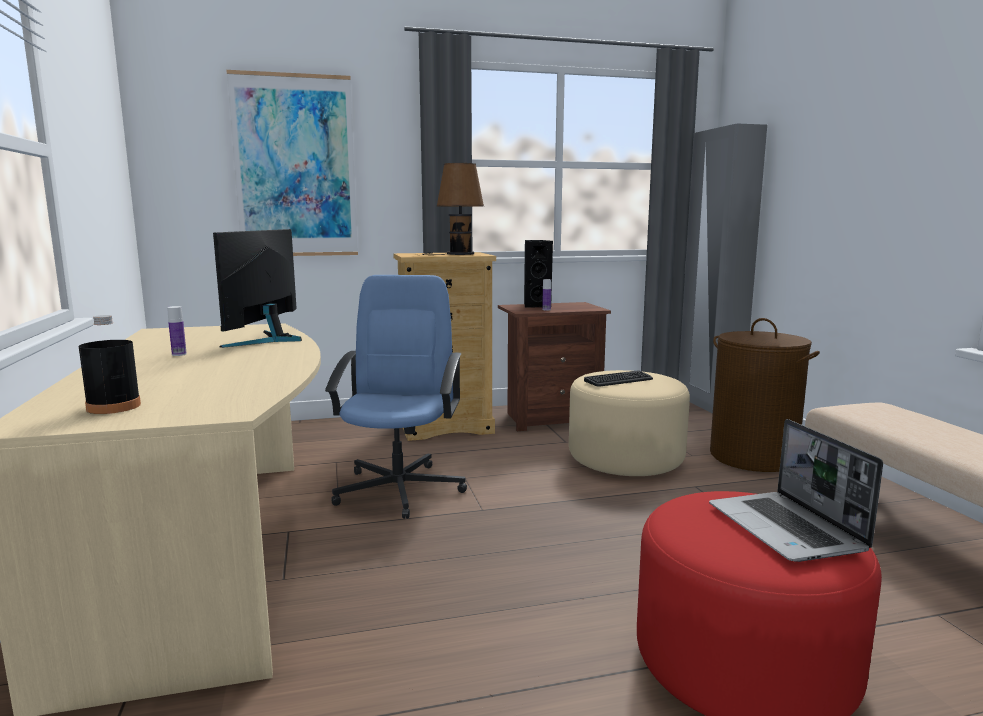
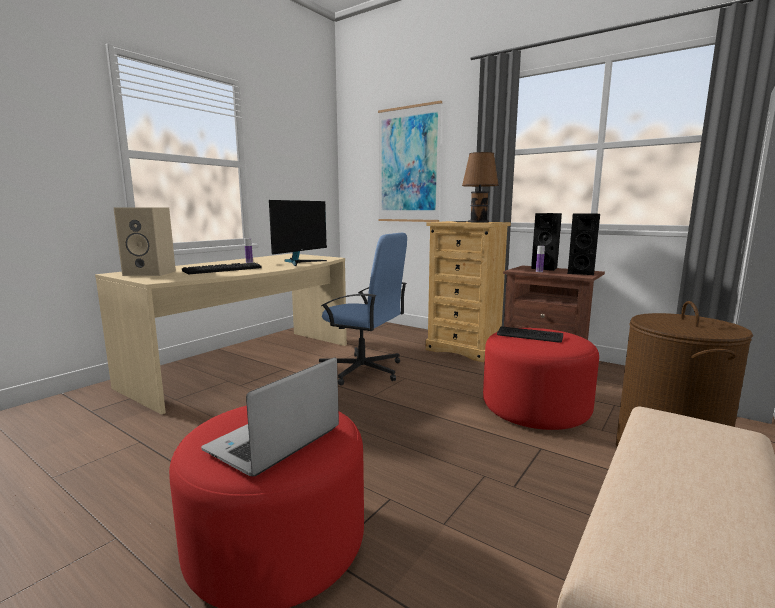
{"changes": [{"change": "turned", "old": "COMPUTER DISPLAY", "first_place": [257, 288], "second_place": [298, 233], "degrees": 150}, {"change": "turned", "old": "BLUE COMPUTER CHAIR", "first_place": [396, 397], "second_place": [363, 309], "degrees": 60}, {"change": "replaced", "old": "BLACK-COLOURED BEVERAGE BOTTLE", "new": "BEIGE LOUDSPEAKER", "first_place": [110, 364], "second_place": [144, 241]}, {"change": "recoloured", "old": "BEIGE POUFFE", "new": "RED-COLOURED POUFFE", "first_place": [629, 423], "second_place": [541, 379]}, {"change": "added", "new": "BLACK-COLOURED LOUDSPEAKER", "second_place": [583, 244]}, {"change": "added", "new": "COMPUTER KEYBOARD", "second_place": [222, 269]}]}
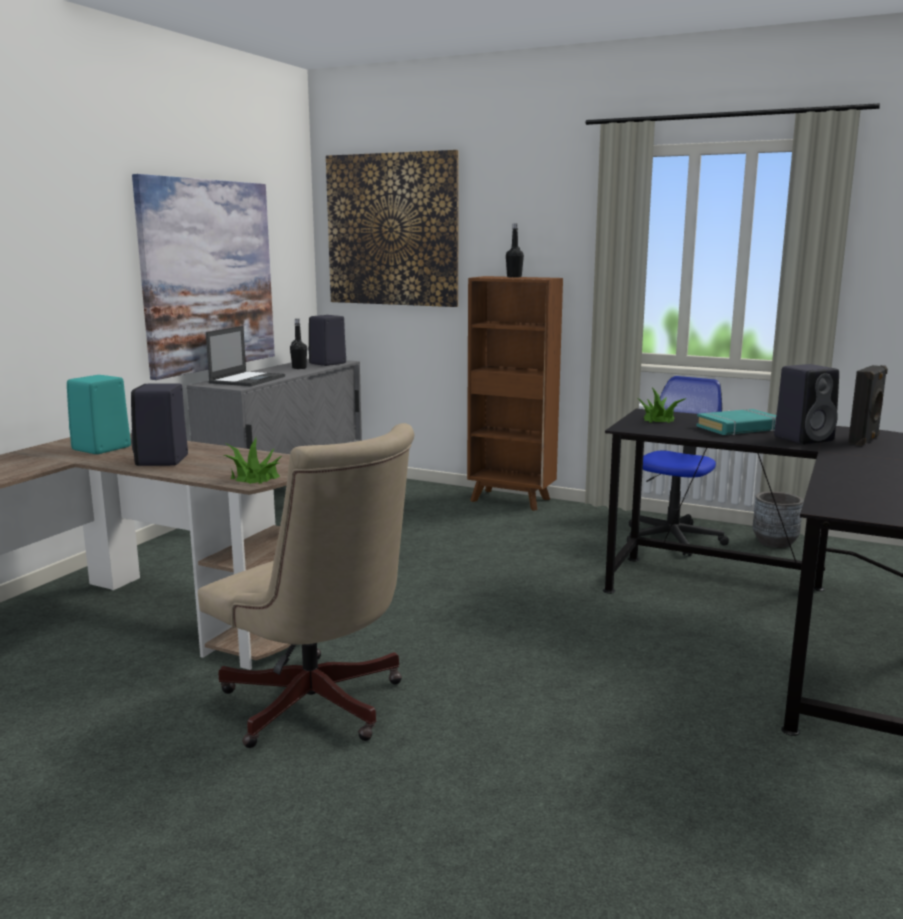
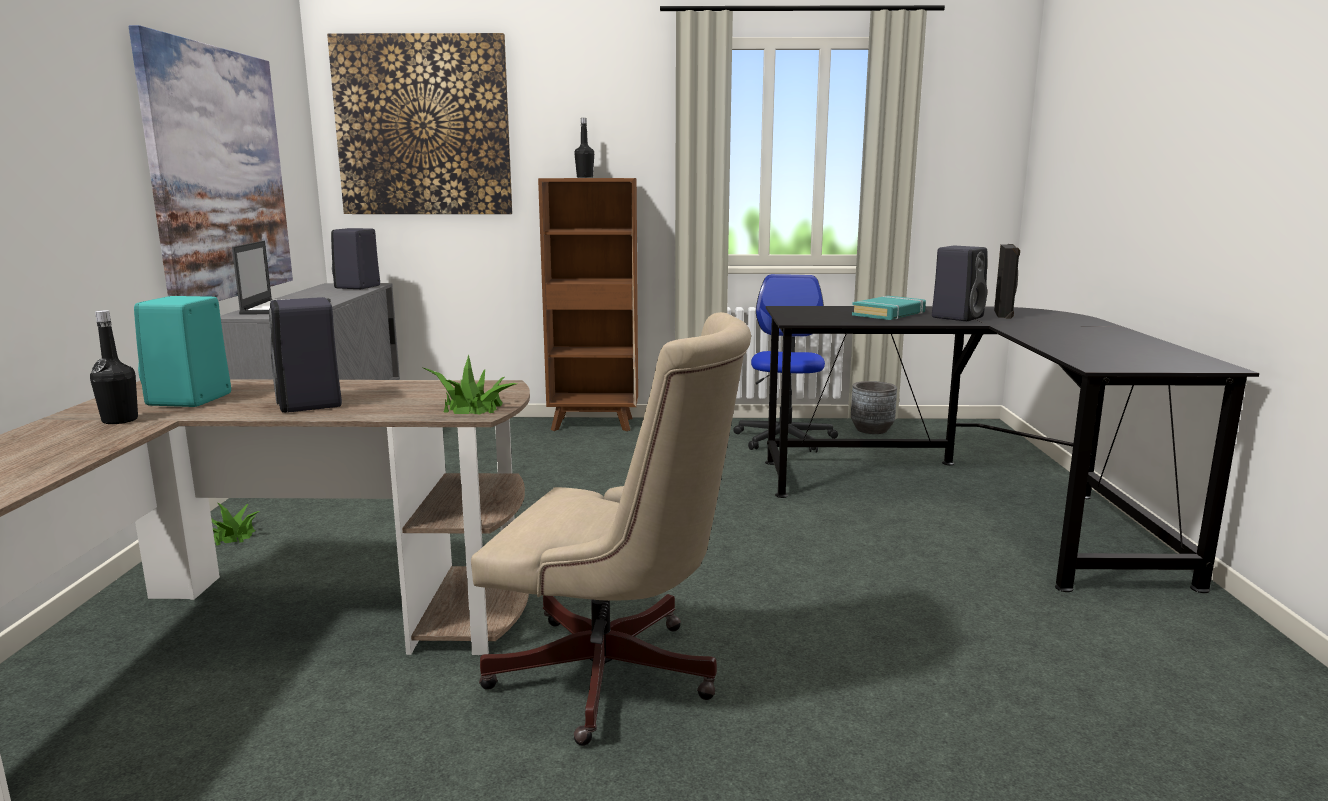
{"changes": [{"change": "moved", "old": "BLACK-COLOURED BEVERAGE BOTTLE", "first_place": [298, 344], "second_place": [114, 367]}, {"change": "moved", "old": "POTTED PLANT", "first_place": [662, 405], "second_place": [235, 524]}]}
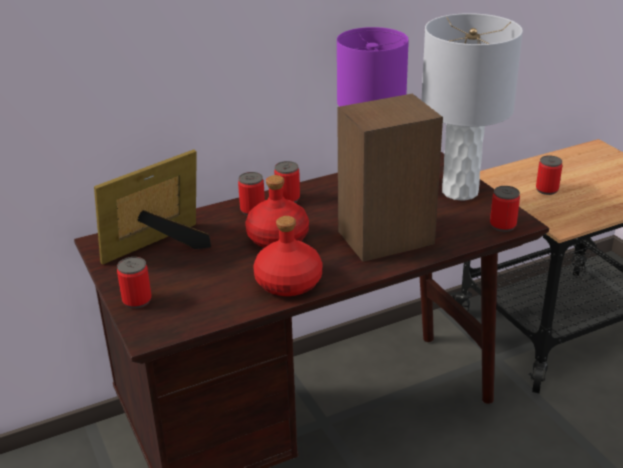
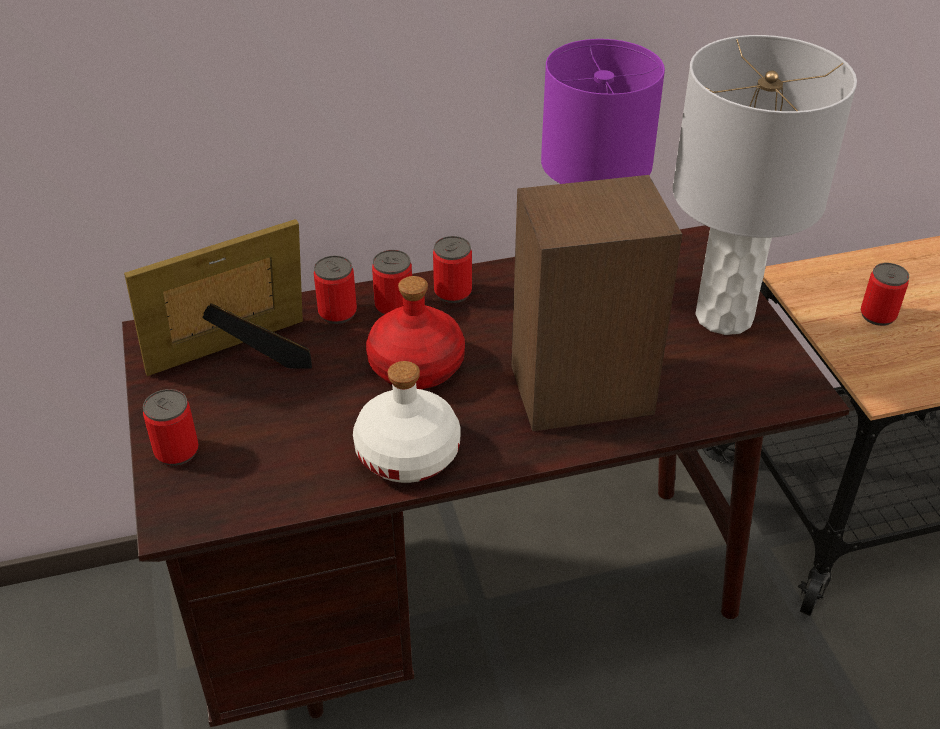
{"changes": [{"change": "moved", "old": "CAN", "first_place": [505, 209], "second_place": [335, 290]}, {"change": "recoloured", "old": "RED-COLOURED BEVERAGE BOTTLE", "new": "WHITISH BEVERAGE BOTTLE", "first_place": [287, 256], "second_place": [407, 422]}]}
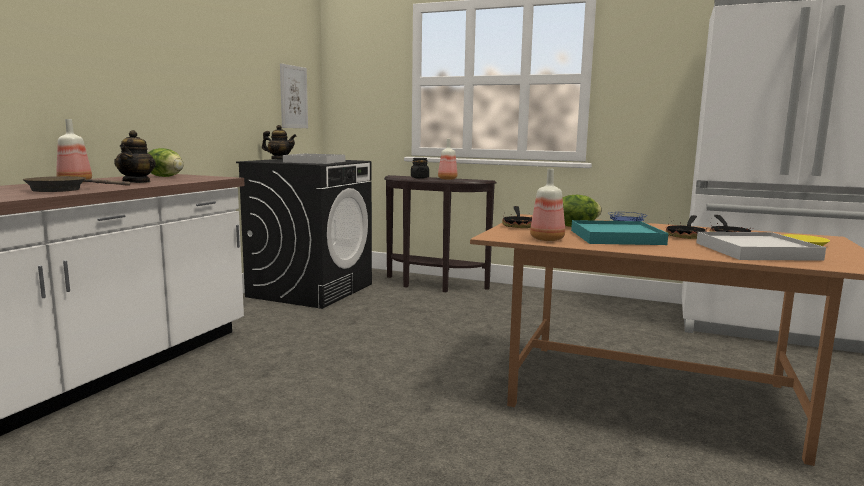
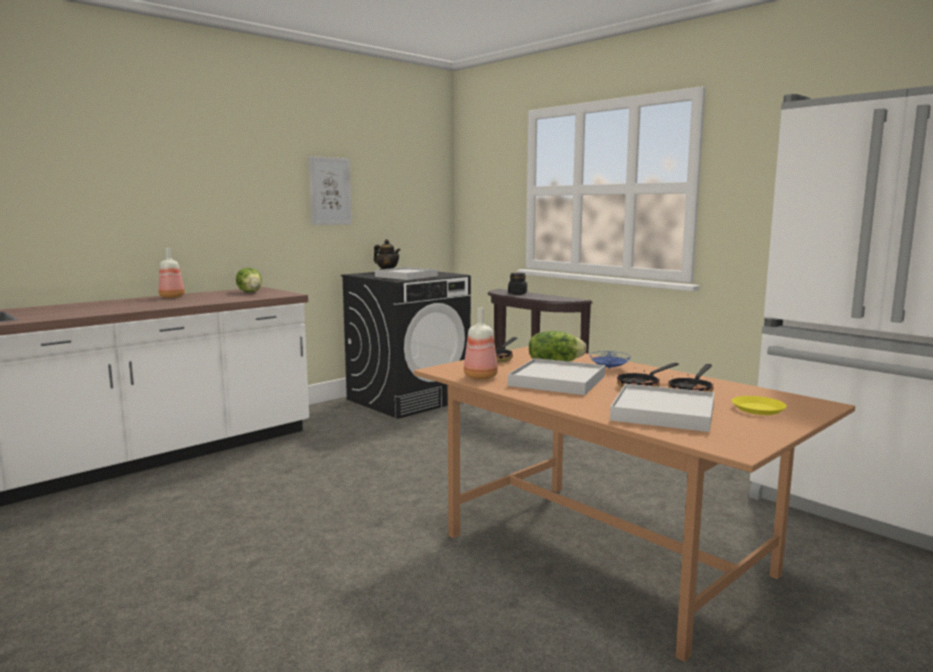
{"changes": [{"change": "moved", "old": "WALL PICTURE", "first_place": [294, 95], "second_place": [330, 190]}, {"change": "removed", "old": "TEAPOT", "first_place": [135, 156]}, {"change": "removed", "old": "BEVERAGE BOTTLE", "first_place": [448, 159]}, {"change": "removed", "old": "BROWNISH FRYING PAN", "first_place": [76, 184]}, {"change": "recoloured", "old": "TURQUOISE-COLOURED SERVING TRAY", "new": "WHITISH SERVING TRAY", "first_place": [619, 232], "second_place": [556, 376]}]}
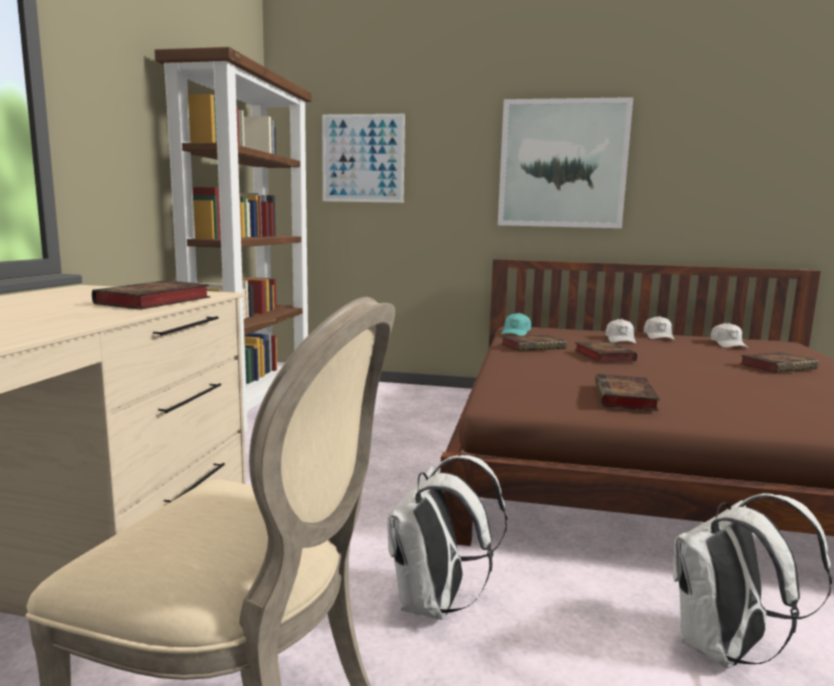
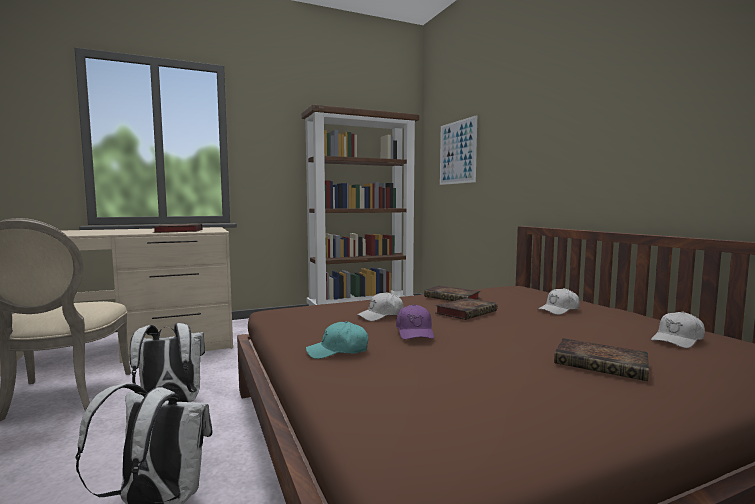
{"changes": [{"change": "removed", "old": "WALL PICTURE", "first_place": [565, 162]}, {"change": "moved", "old": "TURQUOISE-COLOURED CAP", "first_place": [516, 324], "second_place": [337, 340]}, {"change": "moved", "old": "WHITISH CAP", "first_place": [659, 328], "second_place": [380, 306]}, {"change": "removed", "old": "VOLUME", "first_place": [627, 392]}, {"change": "added", "new": "PURPLE-COLOURED CAP", "second_place": [415, 322]}]}
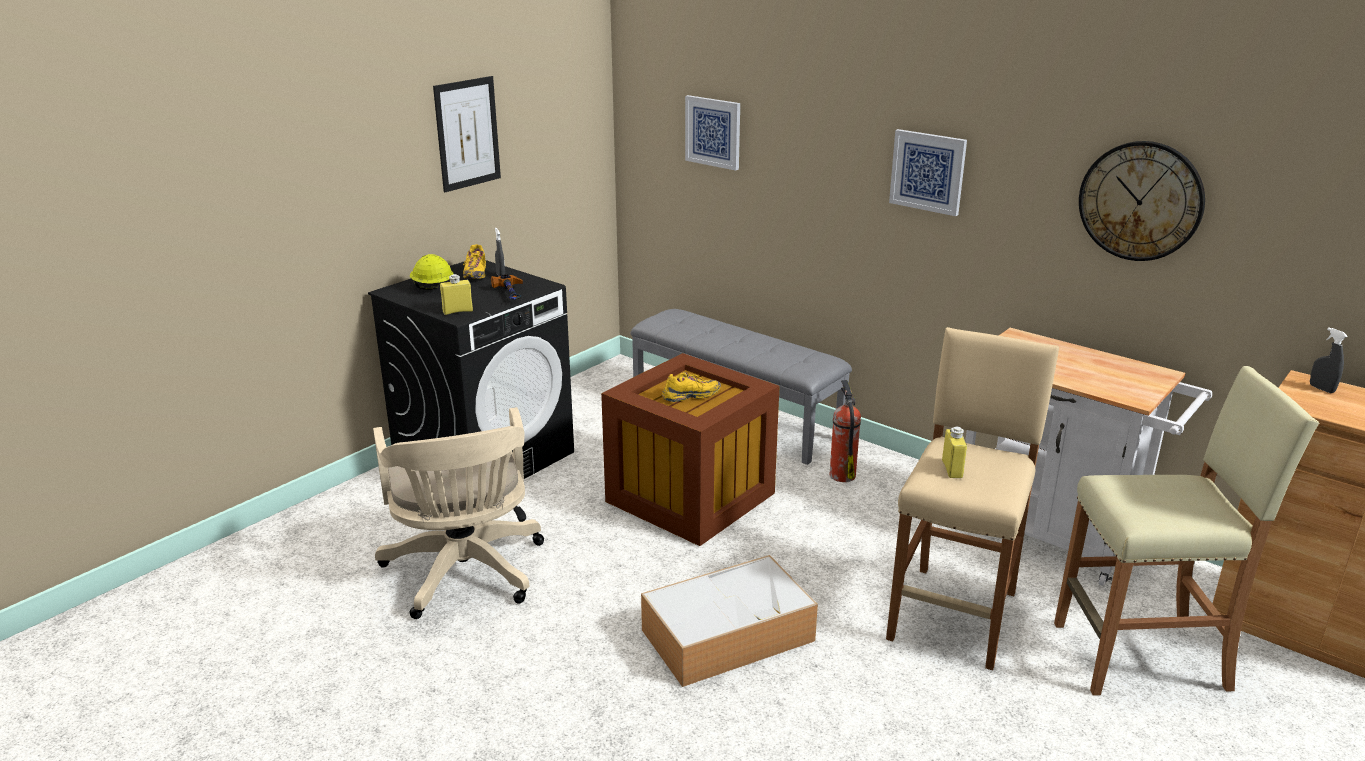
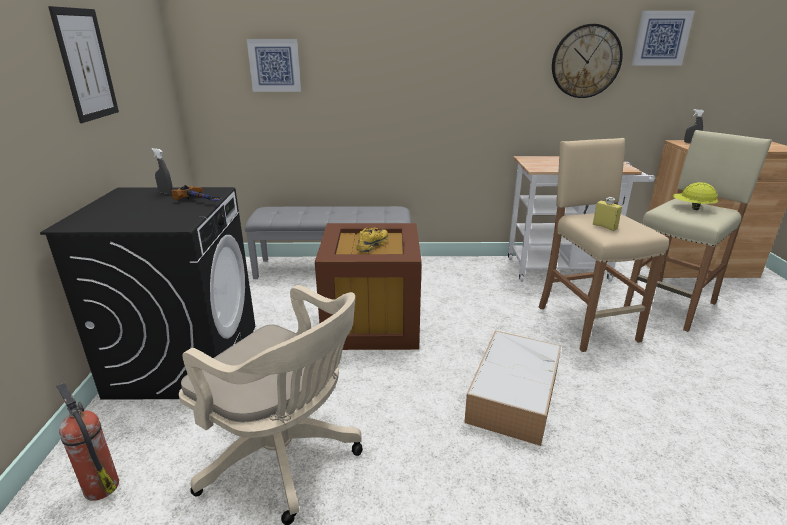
{"changes": [{"change": "moved", "old": "WALL PICTURE", "first_place": [928, 172], "second_place": [663, 38]}, {"change": "removed", "old": "YELLOW LOW SHOE", "first_place": [474, 261]}, {"change": "moved", "old": "YELLOW HARD HAT", "first_place": [432, 272], "second_place": [695, 196]}, {"change": "removed", "old": "YELLOW BEVERAGE BOTTLE", "first_place": [456, 294]}, {"change": "moved", "old": "FIRE EXTINGUISHER", "first_place": [845, 431], "second_place": [87, 442]}]}
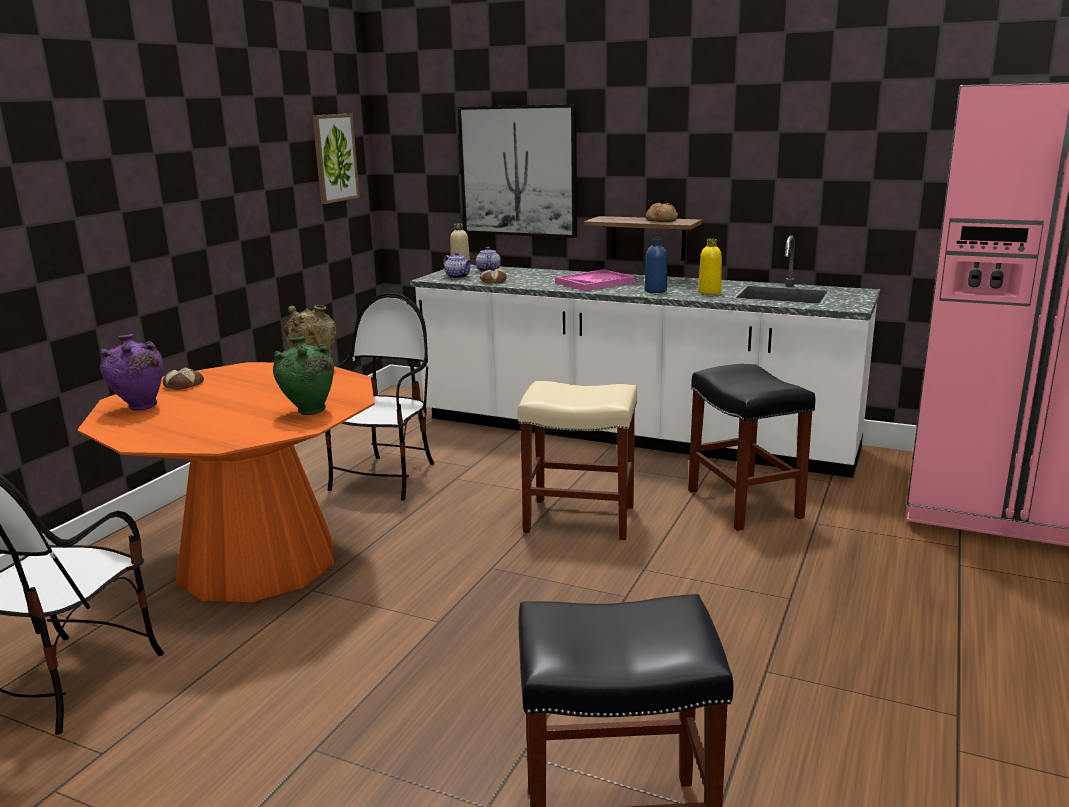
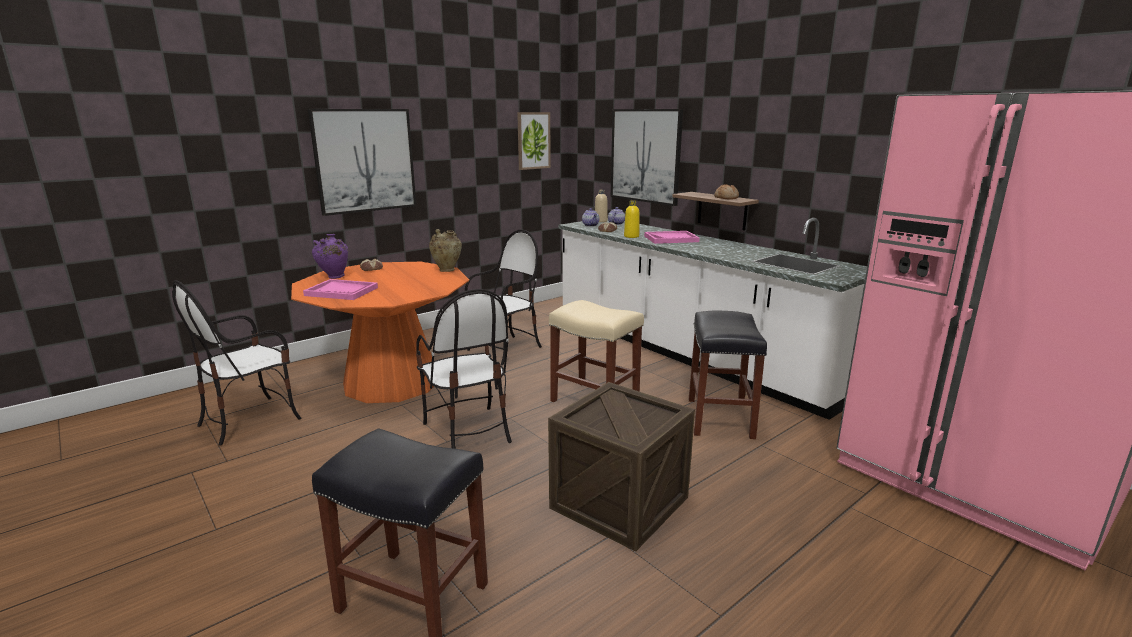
{"changes": [{"change": "removed", "old": "BLUE BEVERAGE BOTTLE", "first_place": [656, 265]}, {"change": "moved", "old": "YELLOW BEVERAGE BOTTLE", "first_place": [710, 266], "second_place": [631, 219]}, {"change": "removed", "old": "GREENISH VASE", "first_place": [303, 375]}, {"change": "added", "new": "WALL PICTURE", "second_place": [362, 162]}, {"change": "added", "new": "PINK SERVING TRAY", "second_place": [340, 289]}, {"change": "added", "new": "PLAIN CHAIR", "second_place": [464, 369]}, {"change": "added", "new": "CRATE", "second_place": [621, 466]}]}
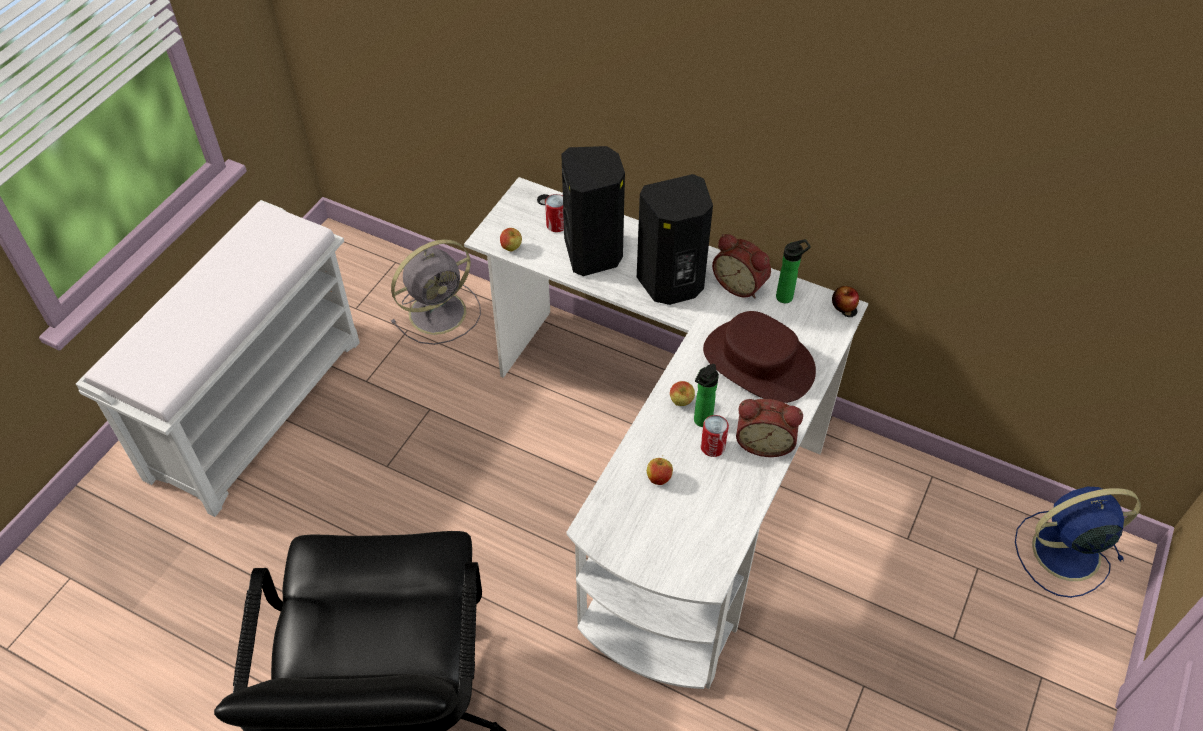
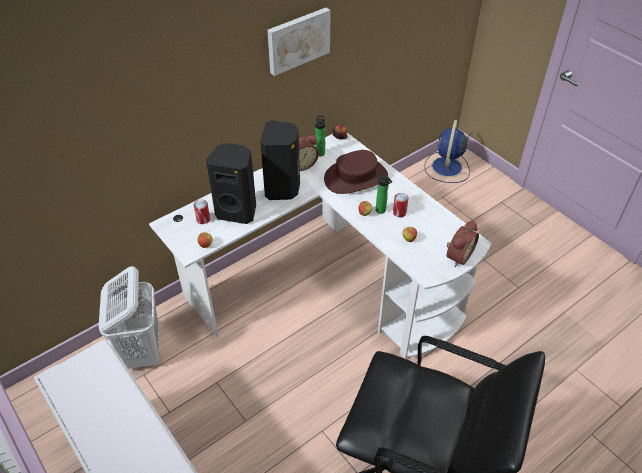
{"changes": [{"change": "replaced", "old": "GREYISH COOLING FAN", "new": "WHITISH HAMPER", "first_place": [436, 292], "second_place": [129, 317]}, {"change": "moved", "old": "TABLE CLOCK", "first_place": [769, 428], "second_place": [463, 244]}, {"change": "added", "new": "WALL PICTURE", "second_place": [299, 42]}]}
